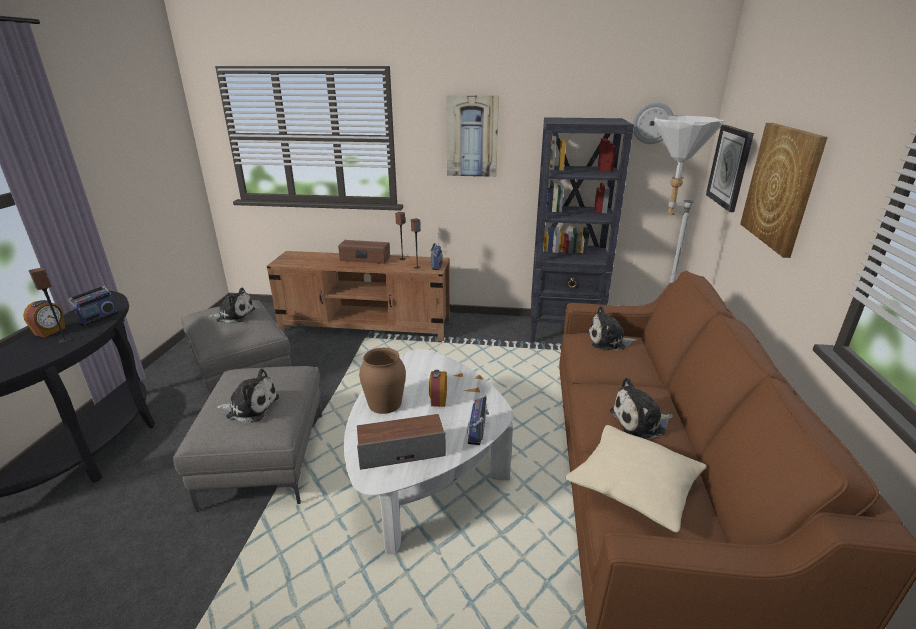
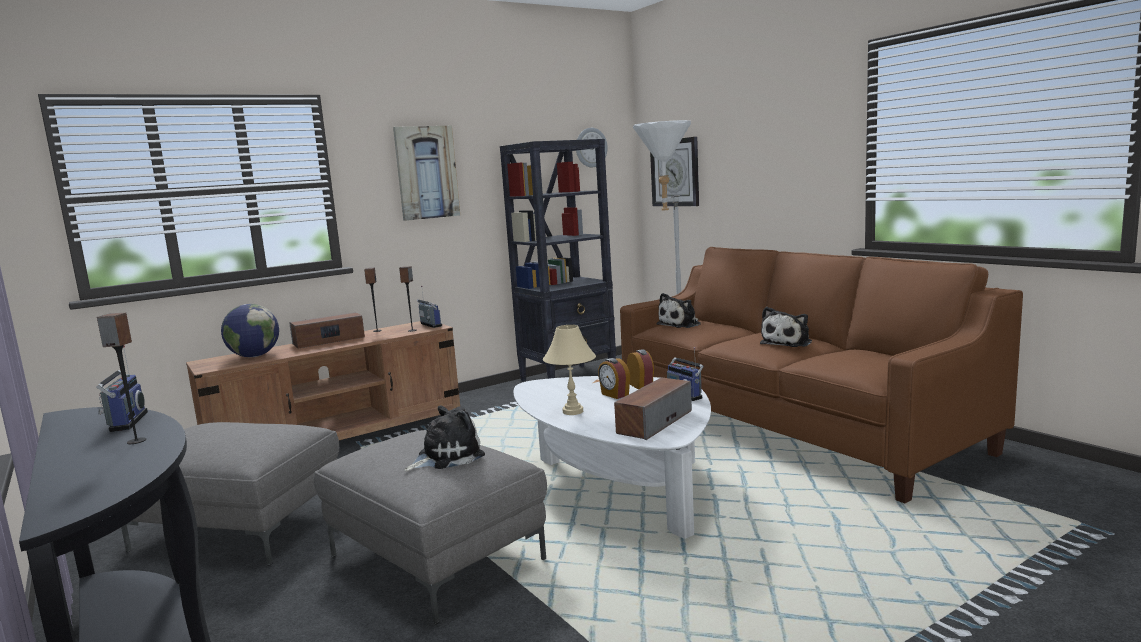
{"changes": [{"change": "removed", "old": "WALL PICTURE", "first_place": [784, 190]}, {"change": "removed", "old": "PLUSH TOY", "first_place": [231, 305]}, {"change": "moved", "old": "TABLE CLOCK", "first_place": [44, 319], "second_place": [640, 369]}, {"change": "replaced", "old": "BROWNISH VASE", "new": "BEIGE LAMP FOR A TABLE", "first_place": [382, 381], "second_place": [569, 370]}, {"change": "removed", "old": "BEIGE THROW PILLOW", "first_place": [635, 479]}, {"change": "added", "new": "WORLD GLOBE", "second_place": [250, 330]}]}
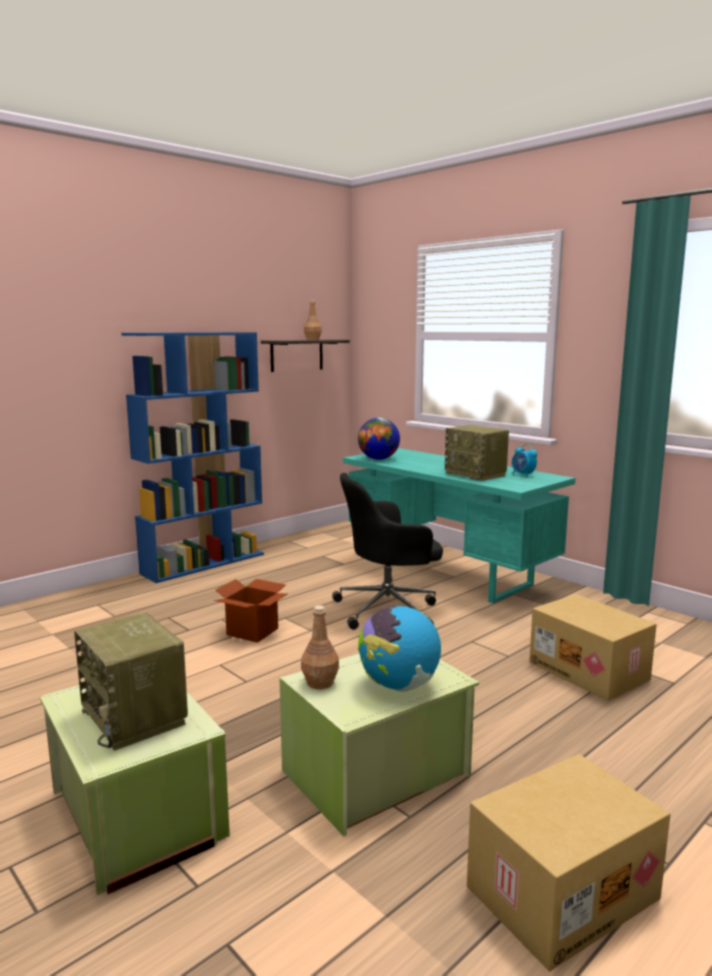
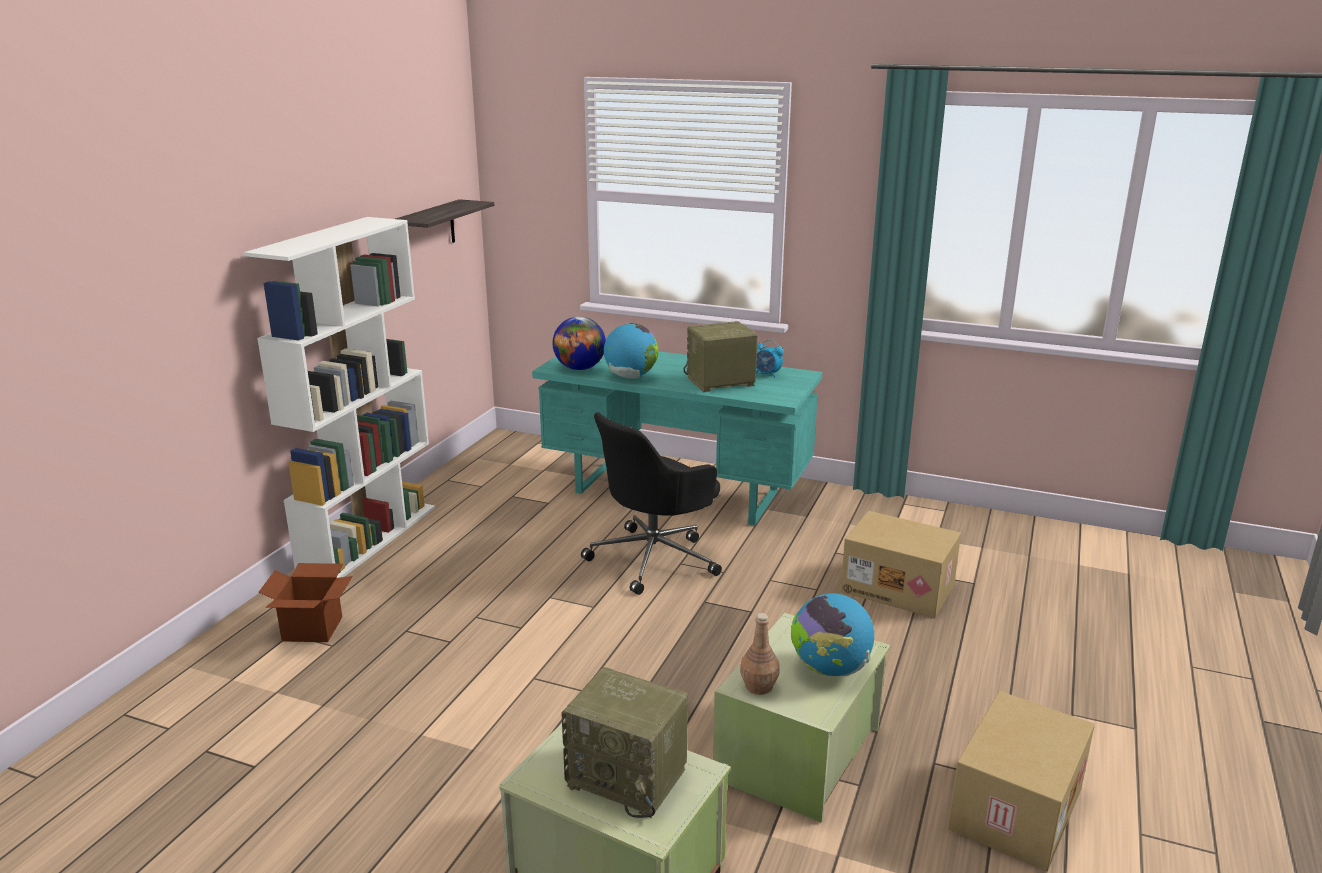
{"changes": [{"change": "removed", "old": "BROWNISH BEVERAGE BOTTLE", "first_place": [313, 320]}, {"change": "recoloured", "old": "BLUE BOOKSHELF", "new": "WHITISH BOOKSHELF", "first_place": [192, 457], "second_place": [339, 397]}, {"change": "turned", "old": "RADIO RECEIVER", "first_place": [477, 453], "second_place": [721, 356], "degrees": 135}, {"change": "moved", "old": "CARTON", "first_place": [251, 611], "second_place": [306, 602]}, {"change": "added", "new": "WORLD GLOBE", "second_place": [631, 350]}]}
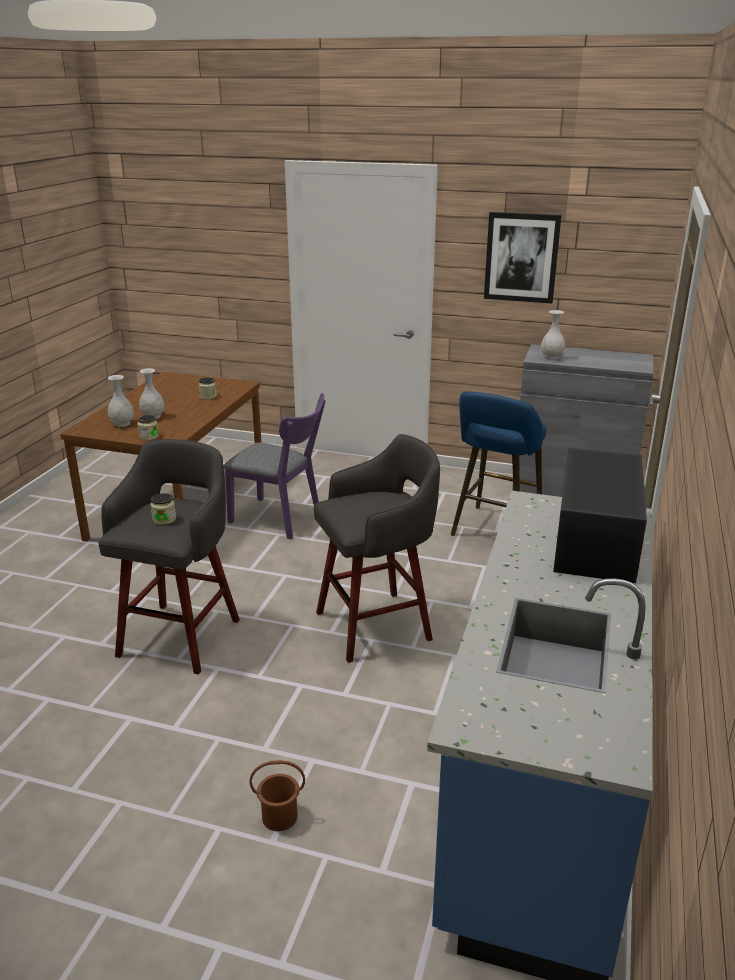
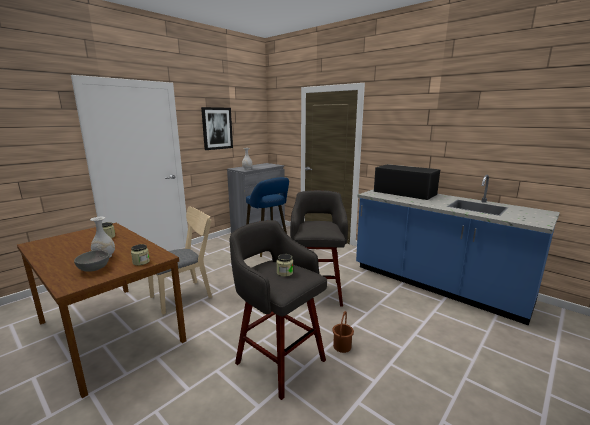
{"changes": [{"change": "replaced", "old": "WHITISH VASE", "new": "GREYISH BOWL", "first_place": [121, 401], "second_place": [91, 261]}, {"change": "recoloured", "old": "PURPLE-COLOURED PLAIN CHAIR", "new": "BEIGE PLAIN CHAIR", "first_place": [274, 466], "second_place": [180, 260]}, {"change": "moved", "old": "BROWNISH PAIL", "first_place": [277, 795], "second_place": [343, 332]}]}
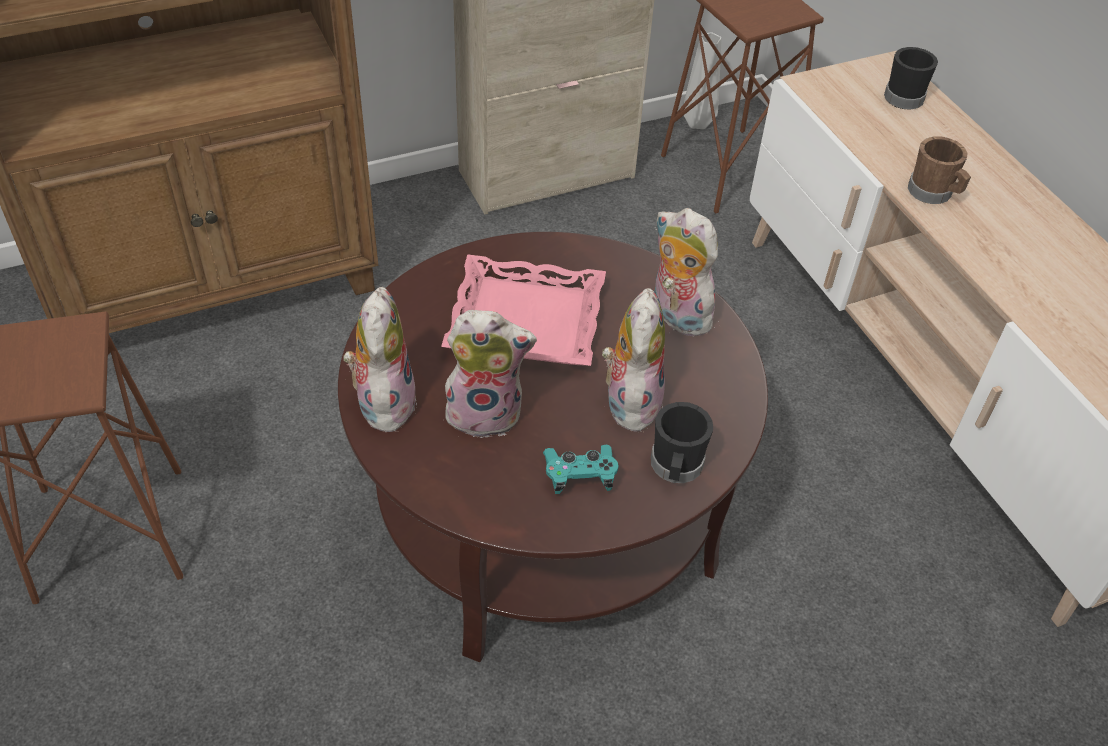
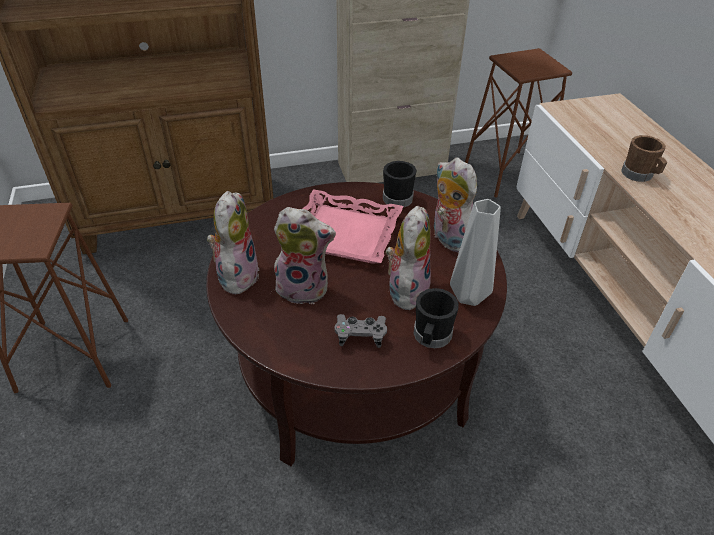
{"changes": [{"change": "moved", "old": "GREYISH VASE", "first_place": [702, 80], "second_place": [475, 252]}, {"change": "moved", "old": "BLACK-COLOURED TEA MUG", "first_place": [911, 78], "second_place": [400, 184]}, {"change": "recoloured", "old": "TURQUOISE-COLOURED GAMEPAD", "new": "GREYISH GAMEPAD", "first_place": [580, 469], "second_place": [360, 331]}]}
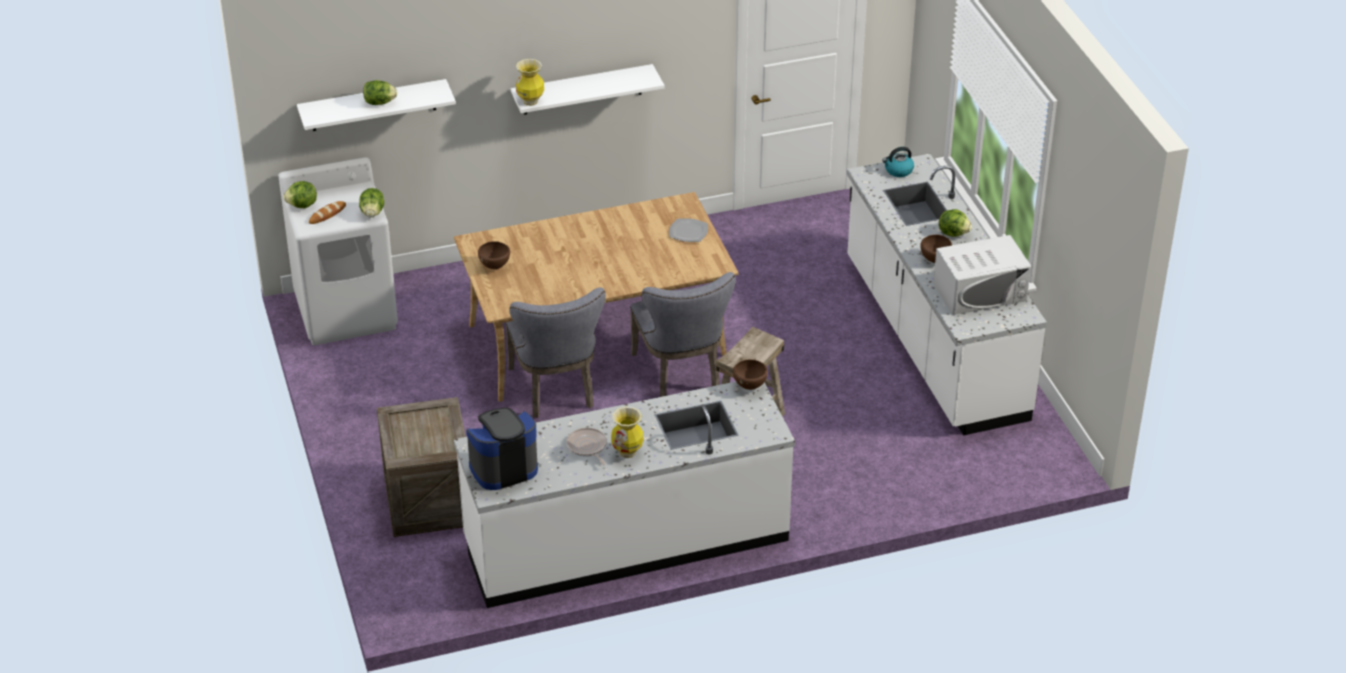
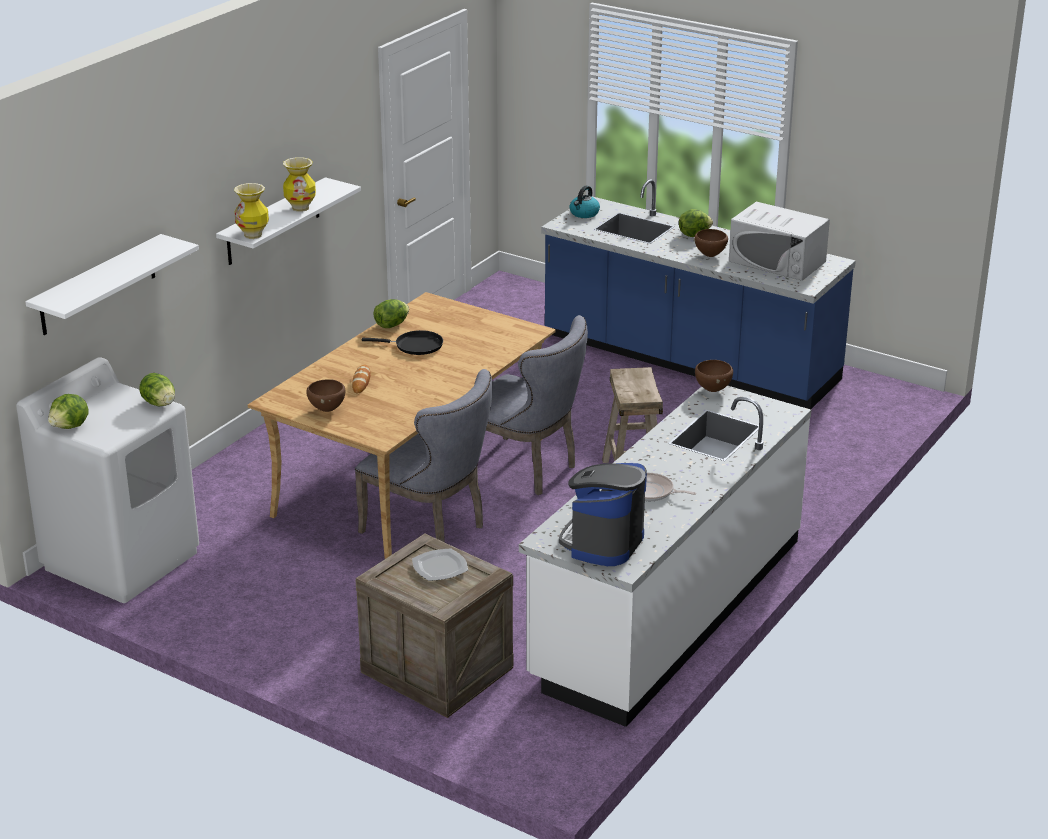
{"changes": [{"change": "moved", "old": "HEAD OF LETTUCE", "first_place": [380, 92], "second_place": [391, 313]}, {"change": "recoloured", "old": "WHITISH COUNTER", "new": "BLUE COUNTER", "first_place": [947, 295], "second_place": [698, 294]}, {"change": "moved", "old": "BAKERY BREAD", "first_place": [327, 212], "second_place": [361, 379]}, {"change": "moved", "old": "FLAT DISH", "first_place": [688, 230], "second_place": [440, 564]}, {"change": "turned", "old": "WHITISH MICROWAVE OVEN", "first_place": [982, 275], "second_place": [779, 241], "degrees": 90}, {"change": "moved", "old": "VASE", "first_place": [627, 432], "second_place": [299, 184]}, {"change": "added", "new": "BLACK-COLOURED FRYING PAN", "second_place": [402, 342]}]}
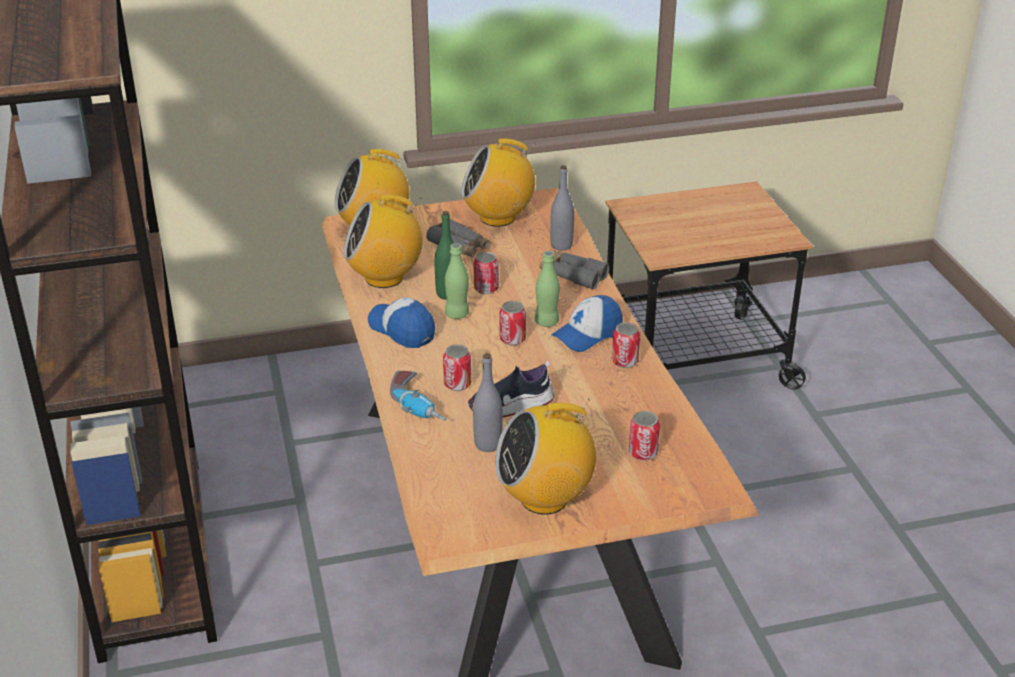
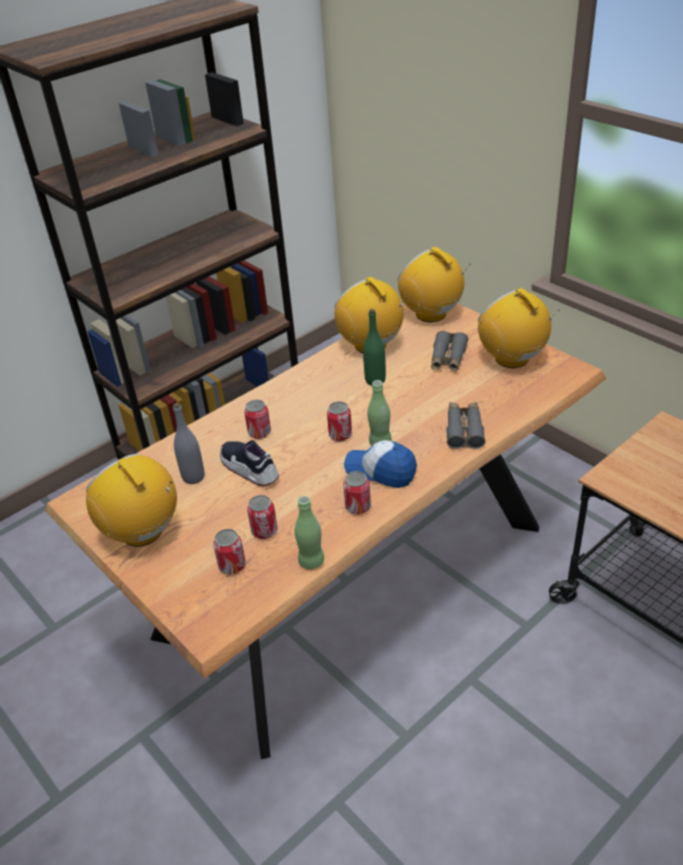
{"changes": [{"change": "removed", "old": "GREYISH BEVERAGE BOTTLE", "first_place": [562, 208]}, {"change": "moved", "old": "GREENISH BEVERAGE BOTTLE", "first_place": [457, 281], "second_place": [309, 532]}, {"change": "moved", "old": "CAN", "first_place": [486, 273], "second_place": [262, 517]}, {"change": "removed", "old": "CAP", "first_place": [401, 322]}, {"change": "removed", "old": "DRILL", "first_place": [418, 396]}]}
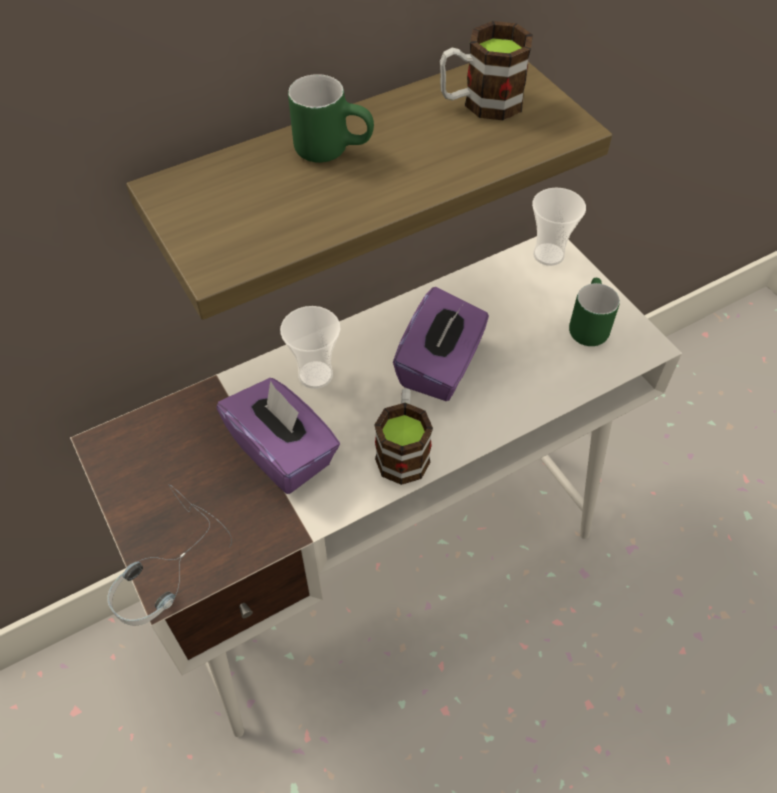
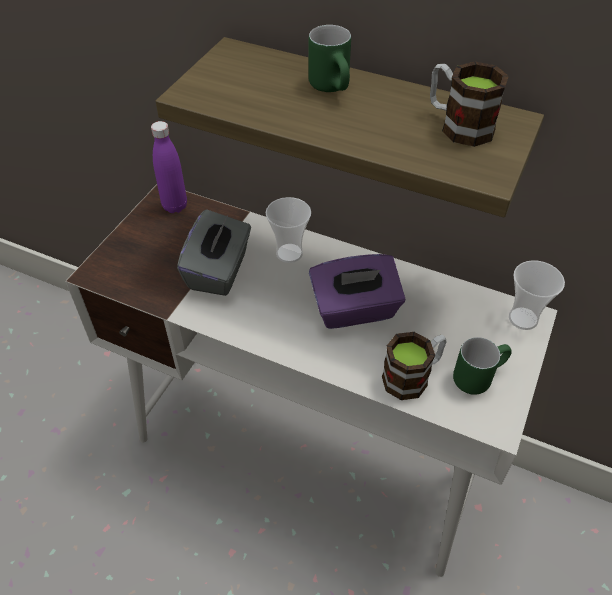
{"changes": [{"change": "recoloured", "old": "PURPLE-COLOURED BOX OF TISSUES", "new": "GREYISH BOX OF TISSUES", "first_place": [278, 436], "second_place": [214, 252]}, {"change": "moved", "old": "TEA MUG", "first_place": [404, 436], "second_place": [414, 366]}, {"change": "removed", "old": "PAIR OF HEADPHONES", "first_place": [169, 554]}, {"change": "added", "new": "PURPLE-COLOURED BEVERAGE BOTTLE", "second_place": [169, 167]}]}
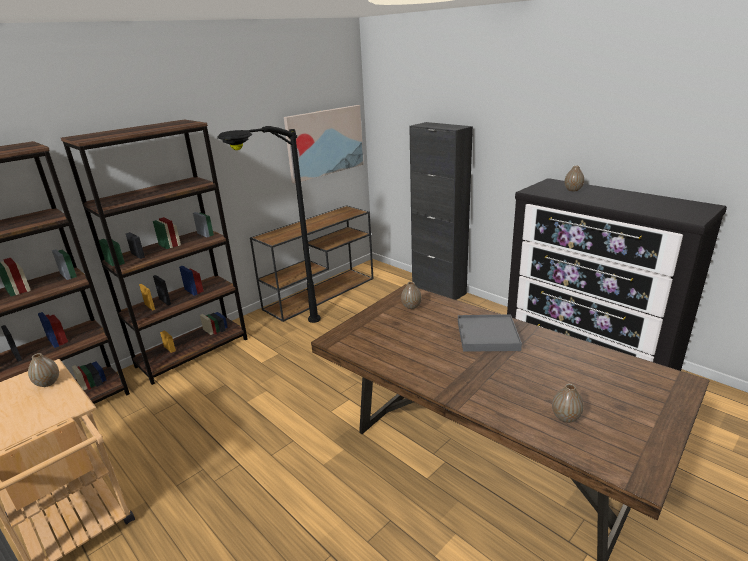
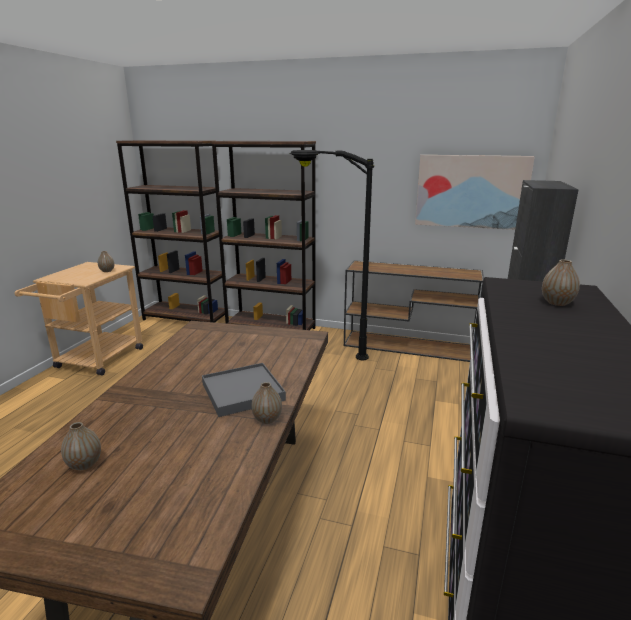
{"changes": [{"change": "moved", "old": "VASE", "first_place": [411, 295], "second_place": [267, 403]}]}
